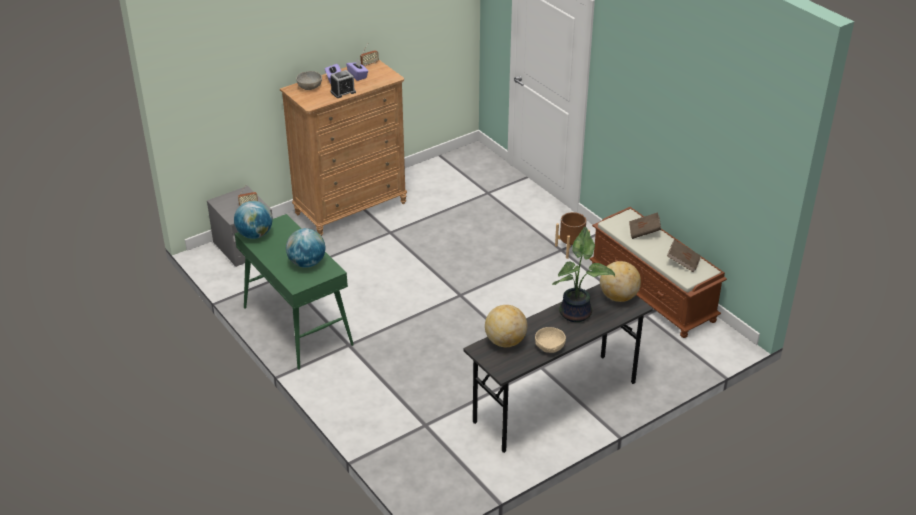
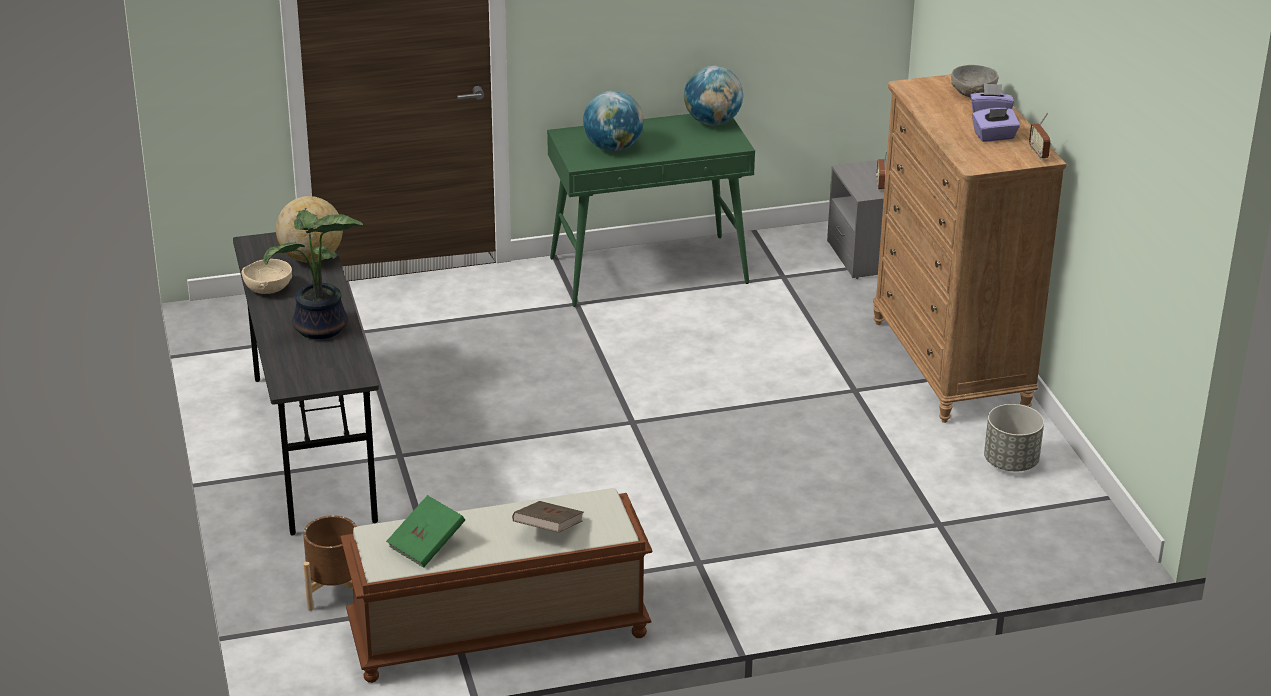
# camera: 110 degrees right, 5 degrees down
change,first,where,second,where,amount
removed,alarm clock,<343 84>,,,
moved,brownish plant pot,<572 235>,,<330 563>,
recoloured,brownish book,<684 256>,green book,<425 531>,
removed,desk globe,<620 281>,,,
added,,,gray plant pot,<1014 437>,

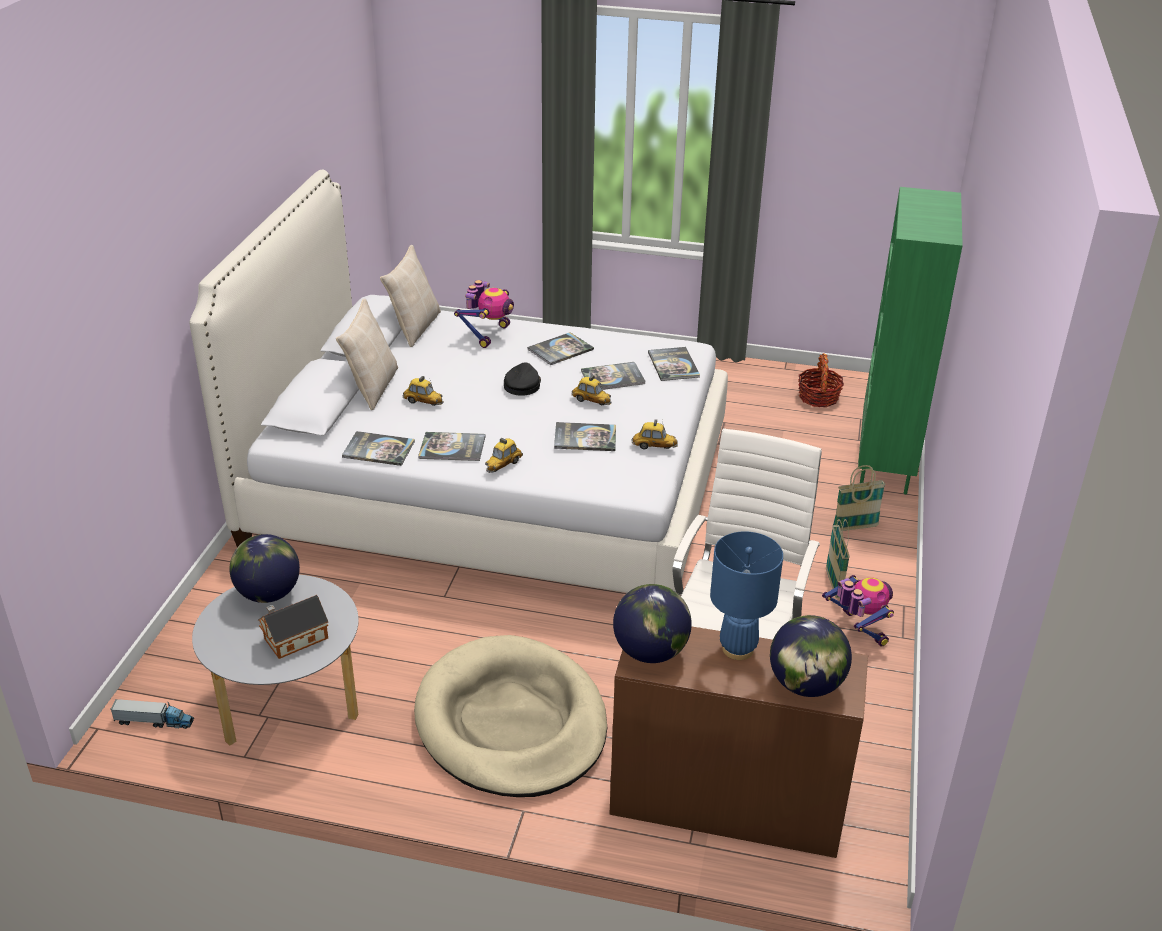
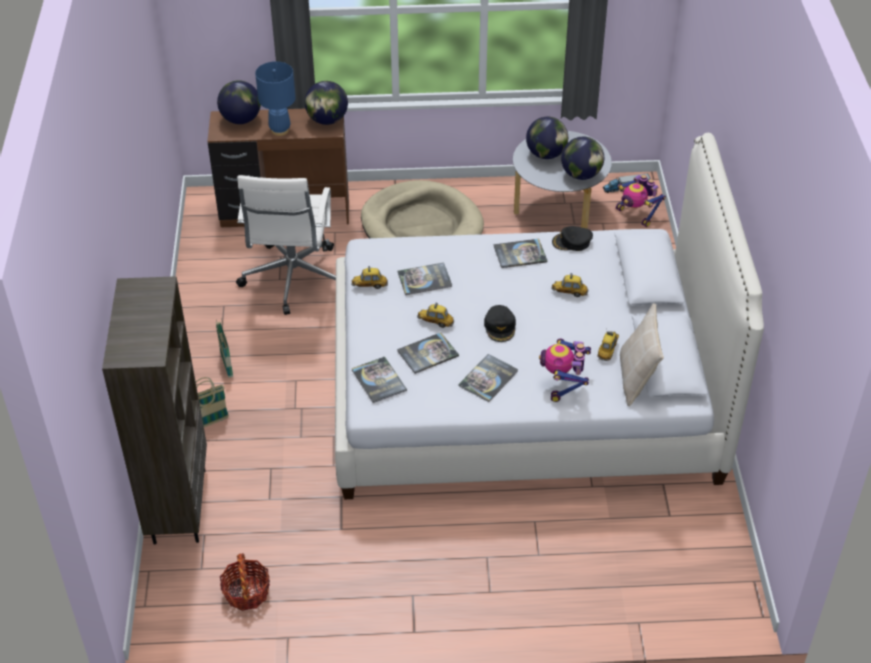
# camera: 165 degrees right, 10 degrees up
change,first,where,second,where,amount
recoloured,green bookcase,<910 340>,brownish bookcase,<154 410>,
removed,sand-coloured throw pillow,<367 354>,,,
replaced,book,<378 448>,black-coloured cap,<572 238>,
moved,toy car,<504 455>,,<608 345>,
moved,robot figure,<858 611>,,<641 201>,
replaced,model house,<293 627>,desk globe,<547 137>,

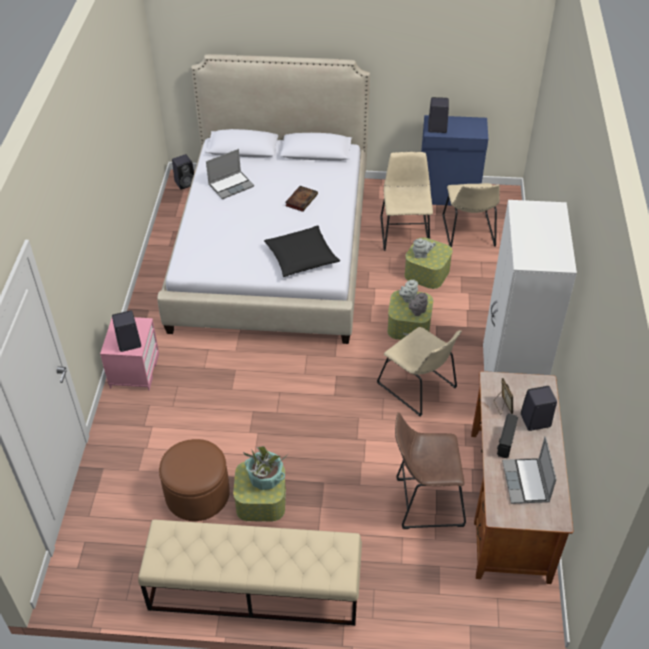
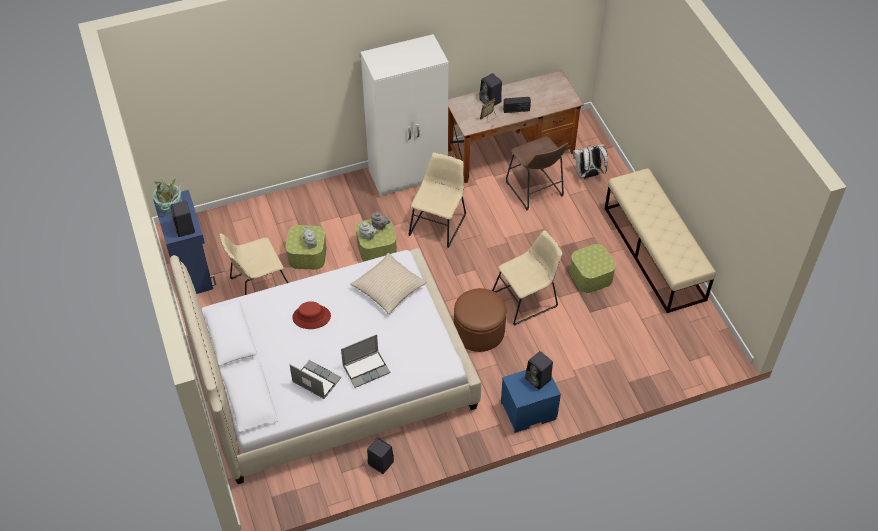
# camera: 115 degrees left, 5 degrees up
change,first,where,second,where,amount
moved,black-coloured audio speaker,<183 172>,,<380 455>,
moved,sand-coloured plain chair,<471 215>,,<527 278>,
replaced,book,<301 199>,red hat,<311 315>,
recoloured,black-coloured throw pillow,<302 251>,sand-coloured throw pillow,<388 283>,
recoloured,pinkish night table,<129 354>,blue night table,<531 401>,
moved,portable computer,<529 470>,,<365 361>,
moved,brownish footrest,<194 480>,,<480 320>,
moved,plant in a pot,<266 468>,,<167 195>,
added,,,white-coloured rucksack,<590 161>,

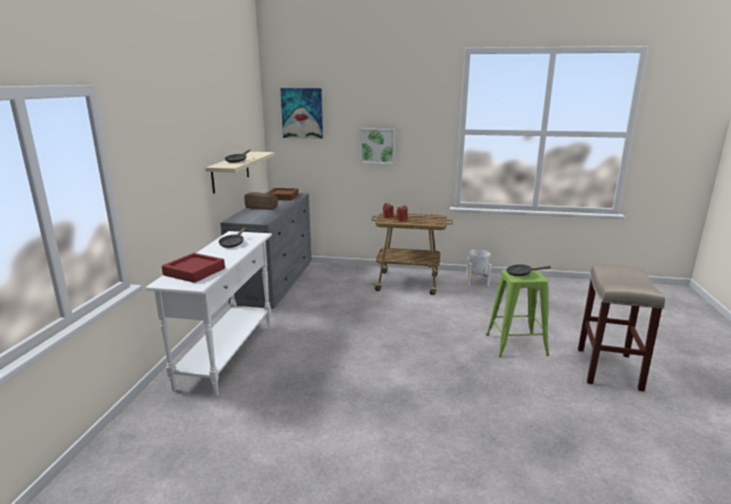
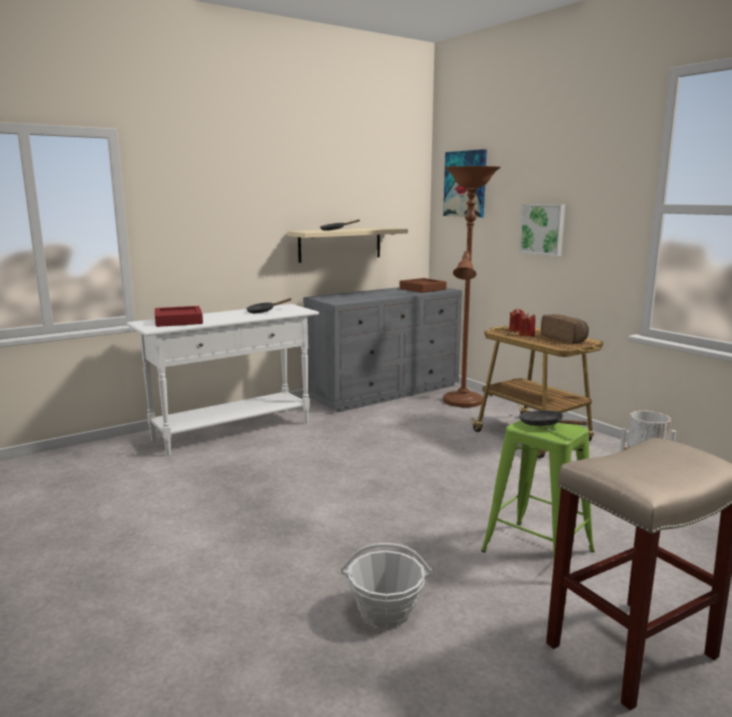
# camera: 45 degrees right, 5 degrees down
change,first,where,second,where,amount
moved,bread,<261 201>,,<565 329>,
added,,,brownish floor lamp,<472 287>,
added,,,storage basket,<386 585>,

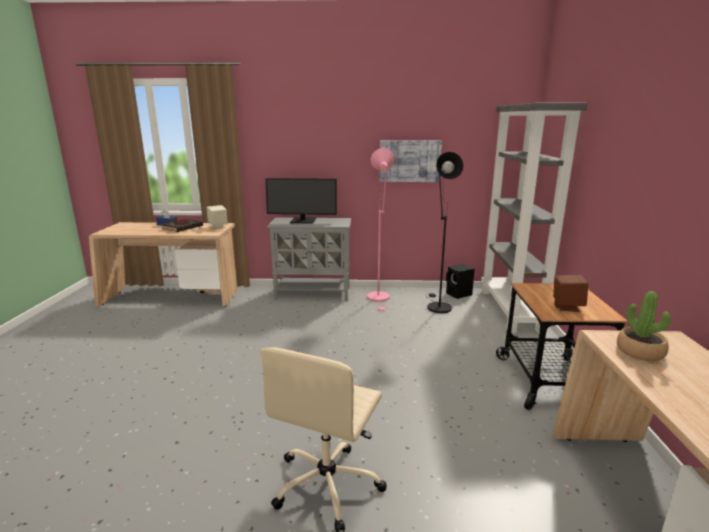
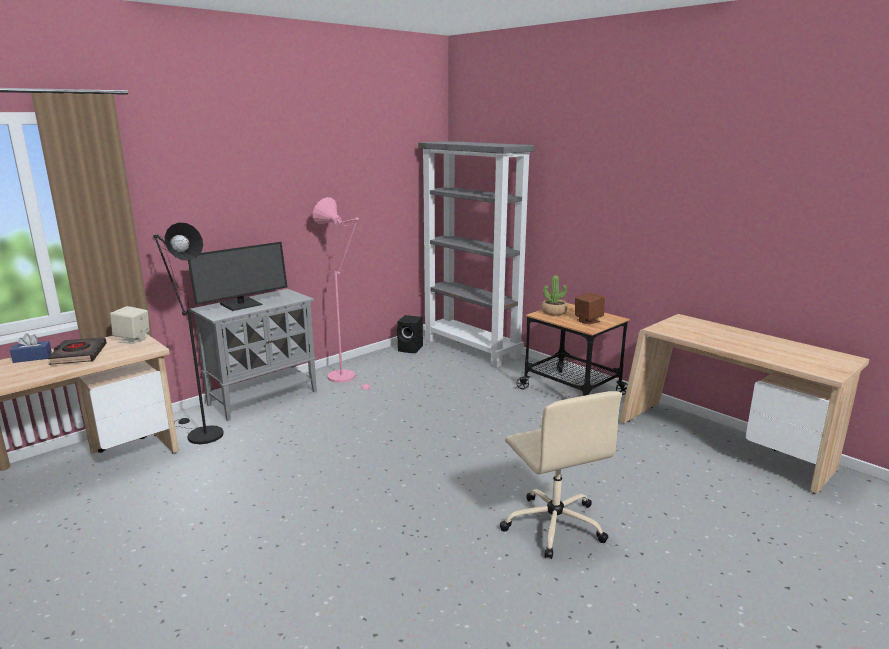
# camera: 45 degrees left, 0 degrees up
change,first,where,second,where,amount
removed,wall art,<410 161>,,,
moved,black-coloured floor lamp,<444 232>,,<188 333>,
moved,plant in a pot,<644 326>,,<555 295>,

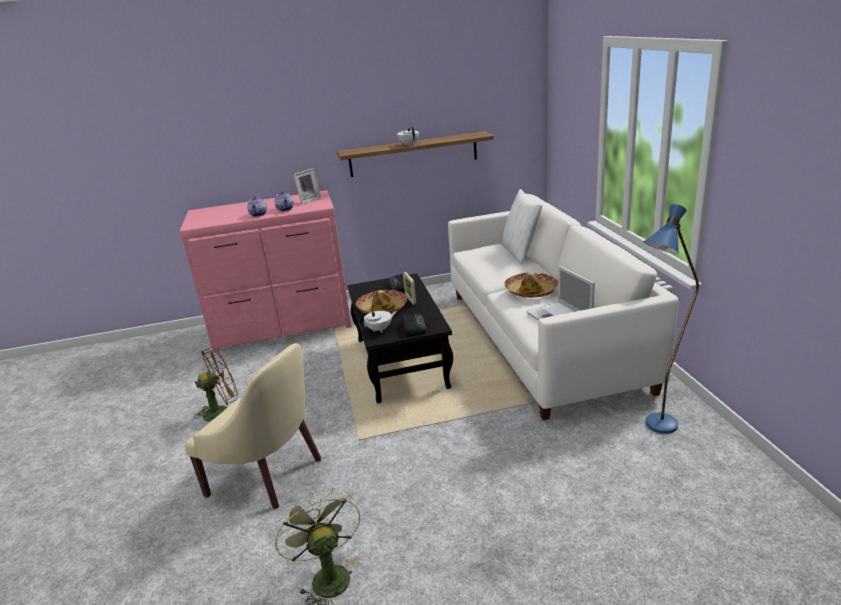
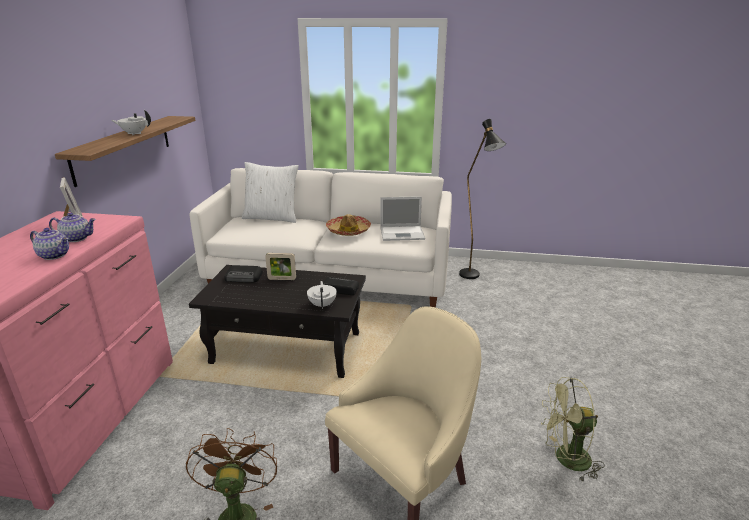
# camera: 70 degrees left, 0 degrees up
change,first,where,second,where,amount
recoloured,blue floor lamp,<671 319>,black-coloured floor lamp,<482 199>,
removed,hat,<381 302>,,,

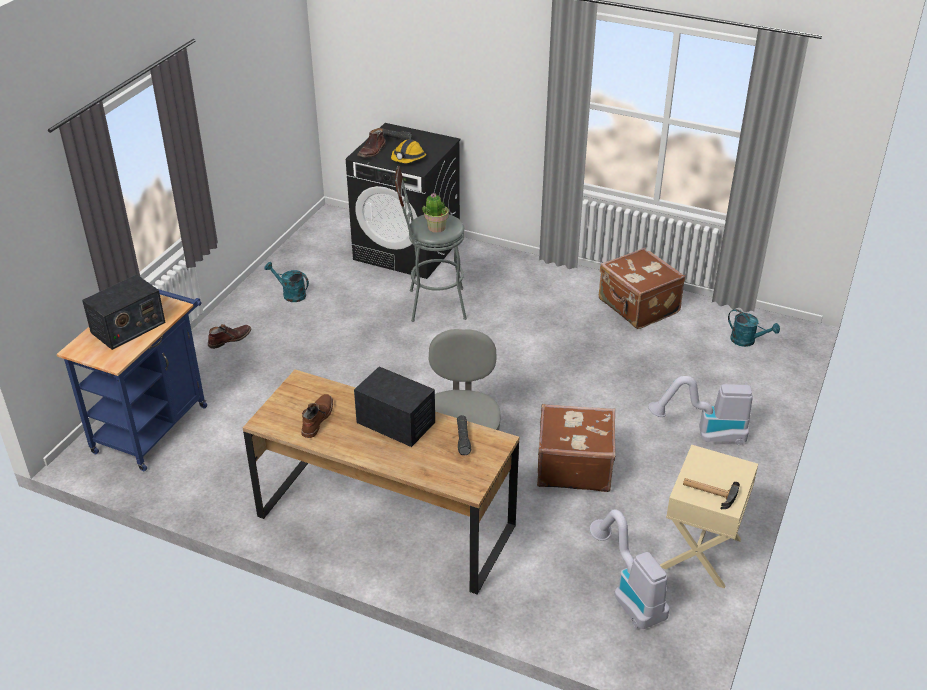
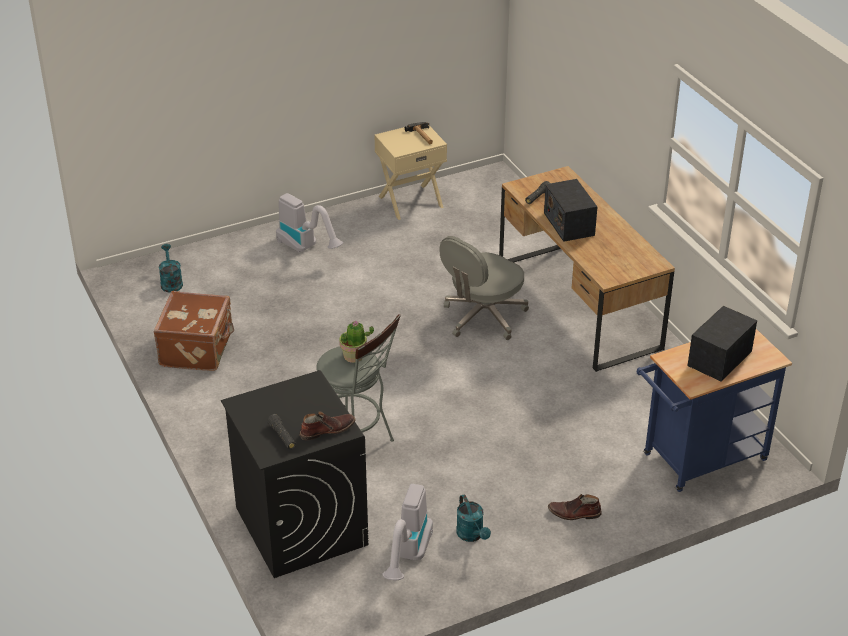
# camera: 140 degrees left, 0 degrees up
change,first,where,second,where,amount
removed,safety helmet,<408 151>,,,
turned,radio set,<124 312>,,<722 344>,45 degrees counterclockwise
removed,brownish boot,<317 416>,,,
removed,brownish travel case,<576 448>,,,
moved,hoover,<630 569>,,<408 532>,

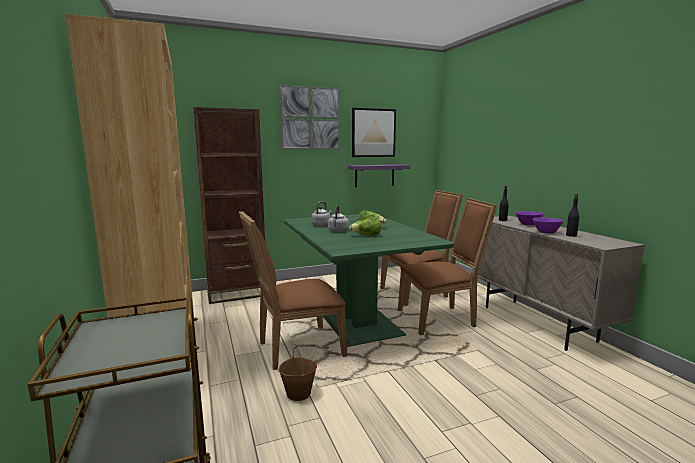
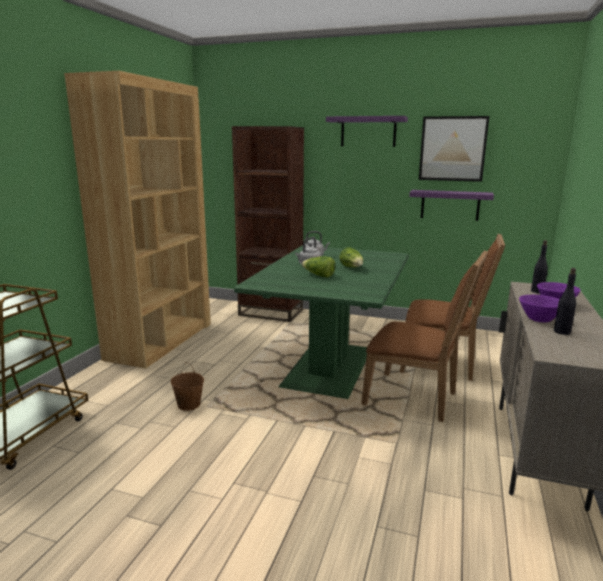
# camera: 40 degrees right, 5 degrees up
change,first,where,second,where,amount
replaced,wall art,<310 117>,purplish shelf,<367 131>,
removed,brownish plain chair,<293 290>,,,

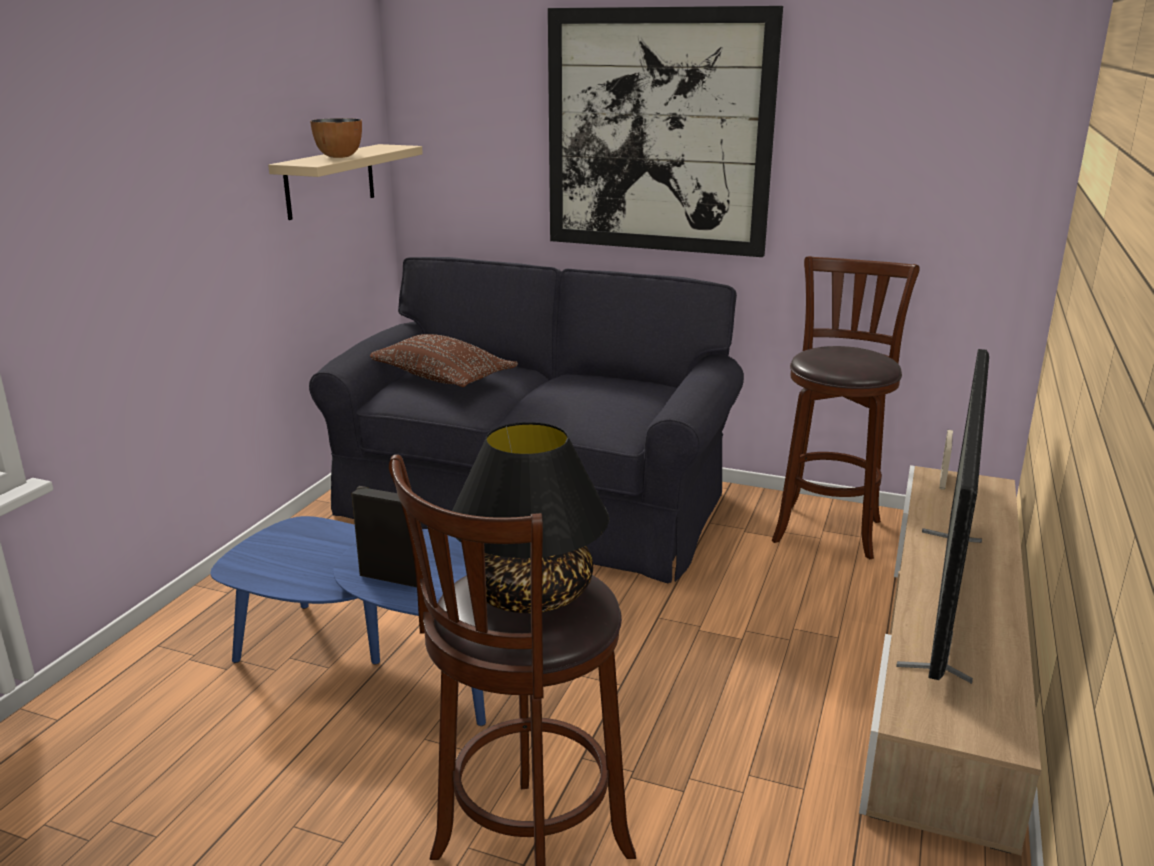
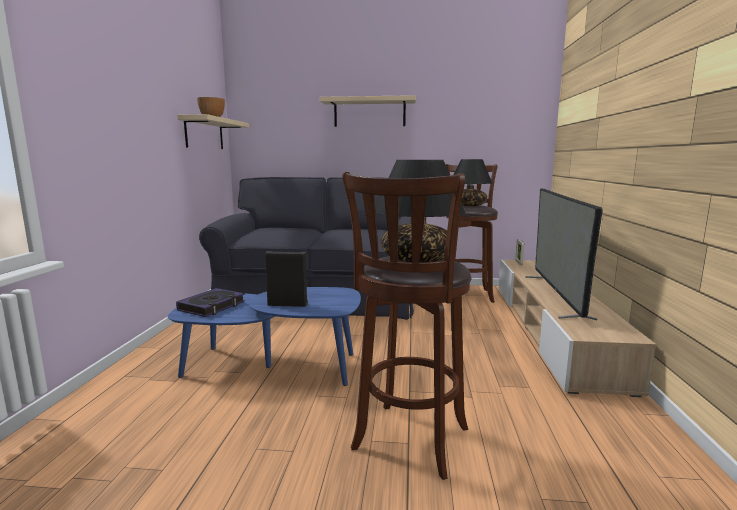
# camera: 15 degrees left, 10 degrees down
change,first,where,second,where,amount
replaced,wall art,<665 131>,sand-coloured shelf,<368 111>,
removed,brownish throw pillow,<444 360>,,,
added,,,black-coloured lamp for a table,<472 182>,
added,,,book,<210 302>,

